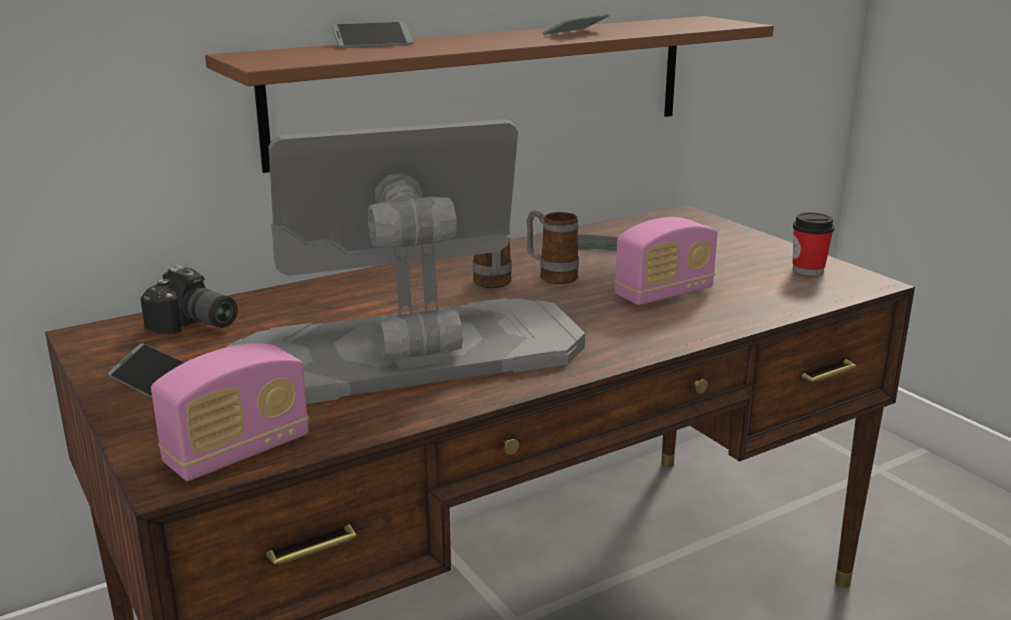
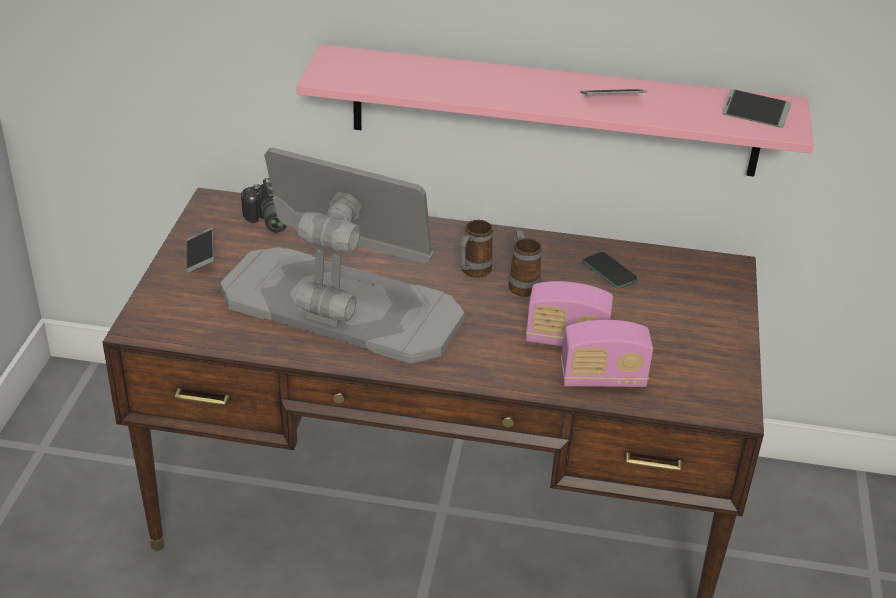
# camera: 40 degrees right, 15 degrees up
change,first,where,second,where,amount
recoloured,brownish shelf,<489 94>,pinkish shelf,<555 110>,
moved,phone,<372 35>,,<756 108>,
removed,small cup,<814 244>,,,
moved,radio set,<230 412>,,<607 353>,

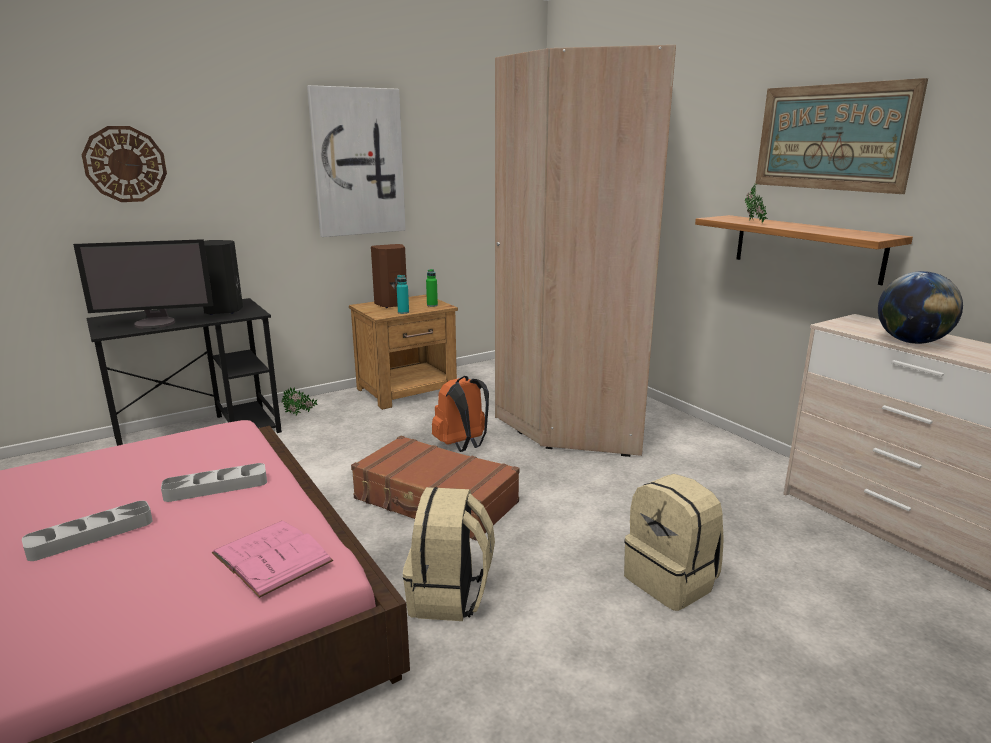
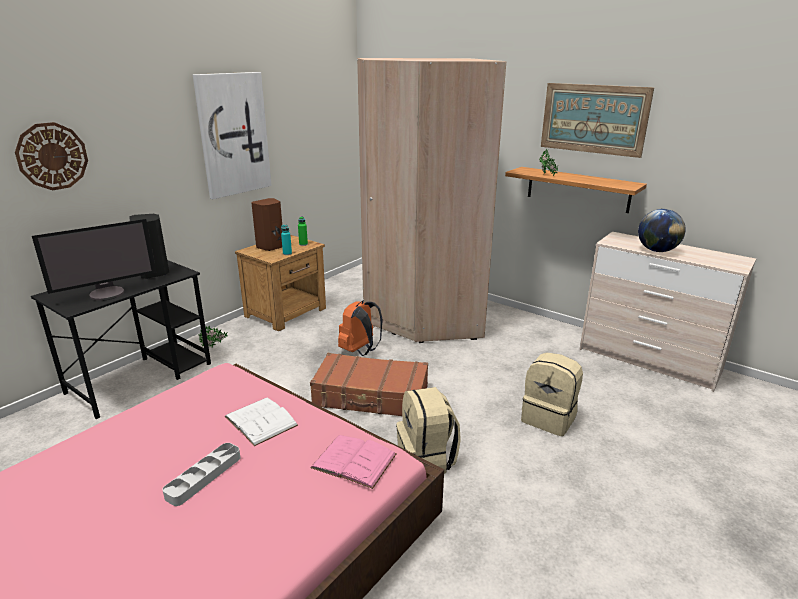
# camera: 20 degrees left, 5 degrees up
change,first,where,second,where,amount
replaced,gray tray,<214 482>,white-coloured book,<261 421>,

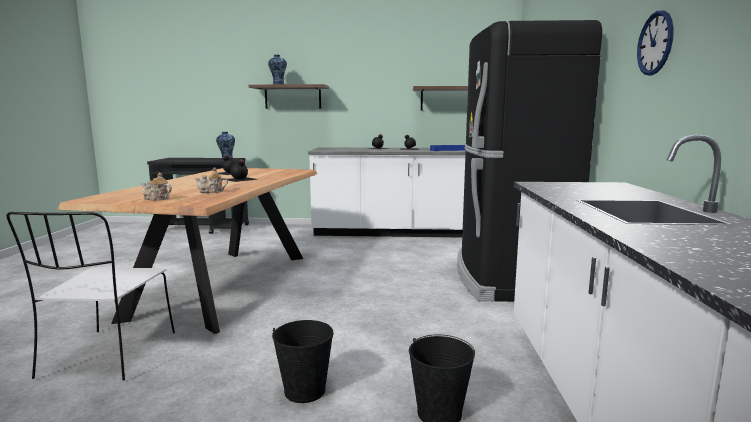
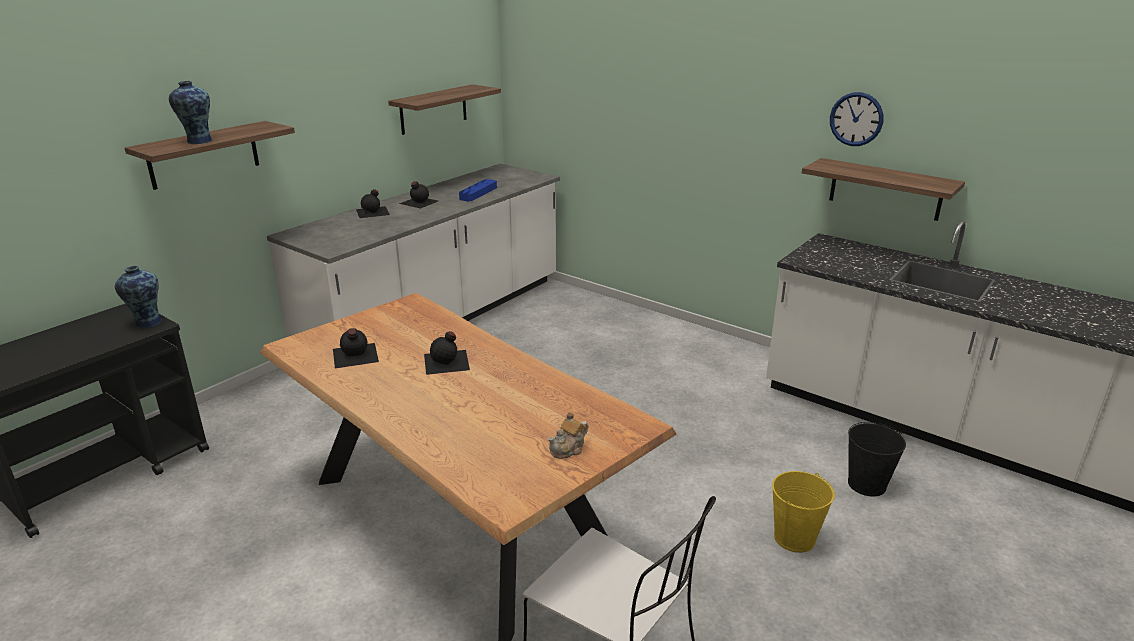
# camera: 55 degrees left, 15 degrees up
change,first,where,second,where,amount
removed,black-coloured kitchen fridge,<529 161>,,,
removed,teapot,<211 180>,,,
recoloured,black-coloured water bucket,<303 361>,yellowish water bucket,<803 512>,
added,,,shelf,<883 189>,

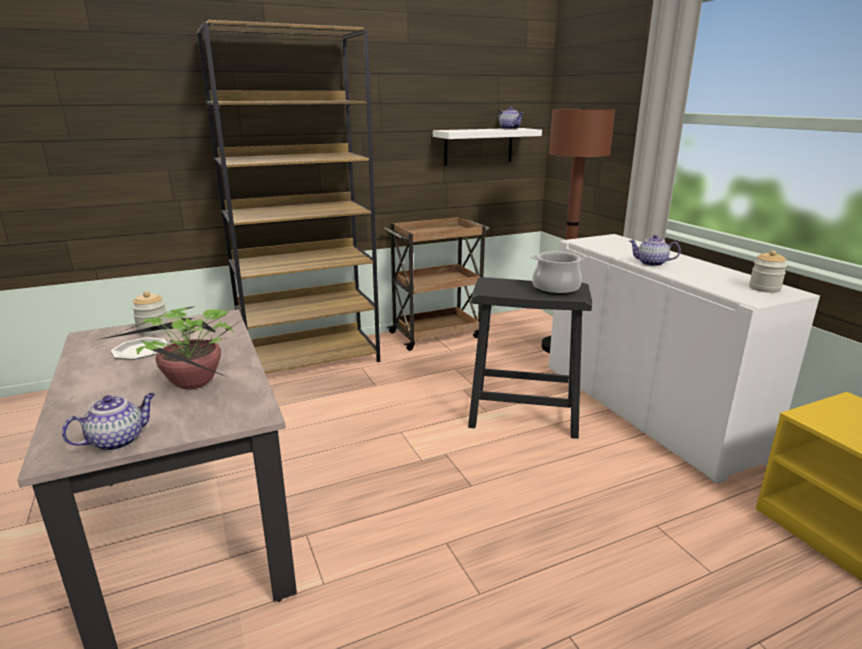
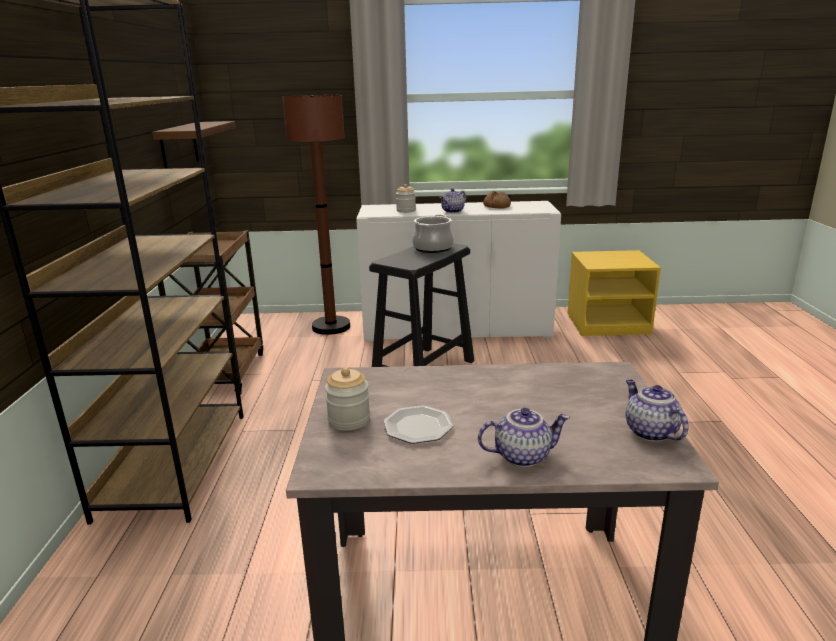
# camera: 65 degrees left, 0 degrees up
change,first,where,second,where,amount
moved,teapot,<510 118>,,<524 437>,
recoloured,white-coloured shelf,<487 147>,brownish shelf,<194 145>,
moved,jar,<768 271>,,<406 198>,
removed,plant in a pot,<171 348>,,,
added,,,bread,<497 200>,

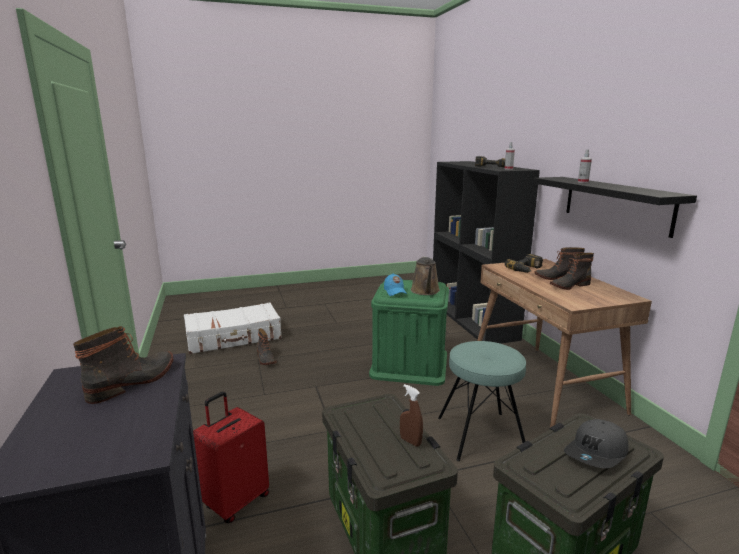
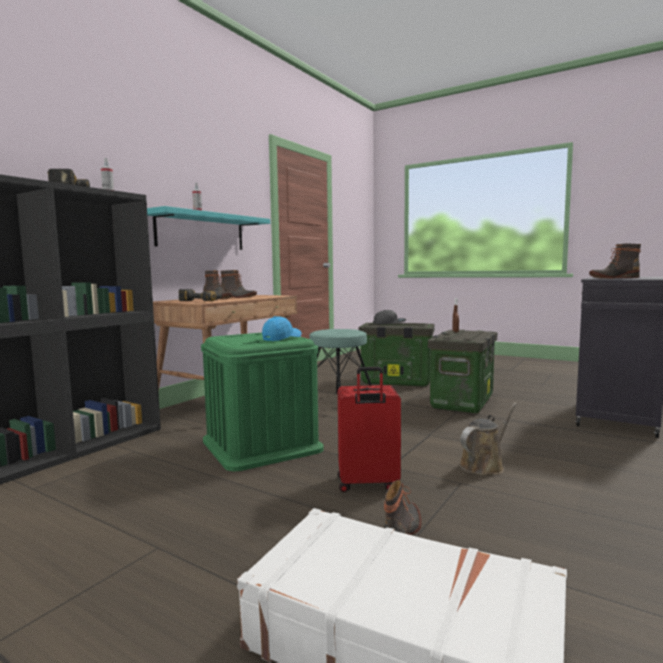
# camera: 130 degrees left, 10 degrees down
change,first,where,second,where,amount
recoloured,black-coloured shelf,<615 207>,turquoise shelf,<208 228>,
moved,brownish watering can,<425 275>,,<488 438>,
moved,red travel case,<231 457>,,<369 429>,

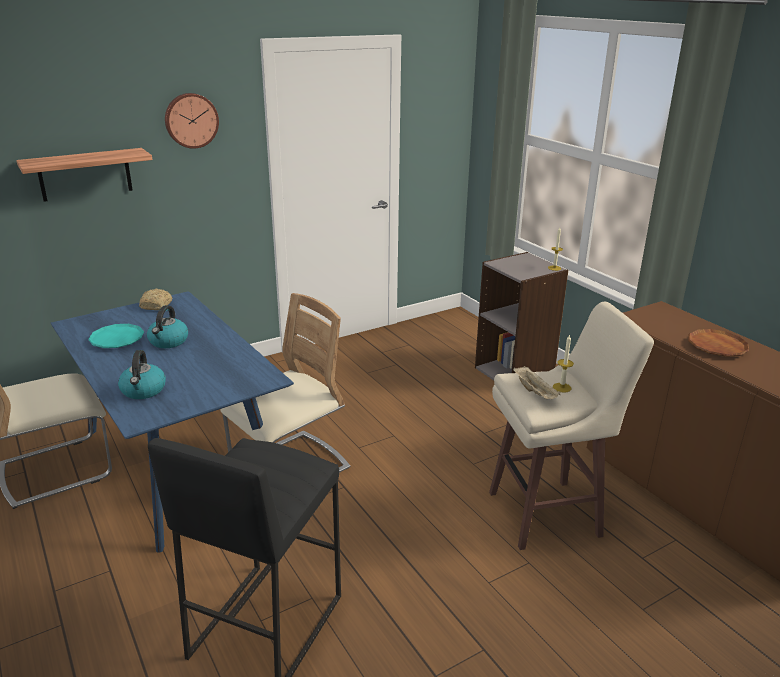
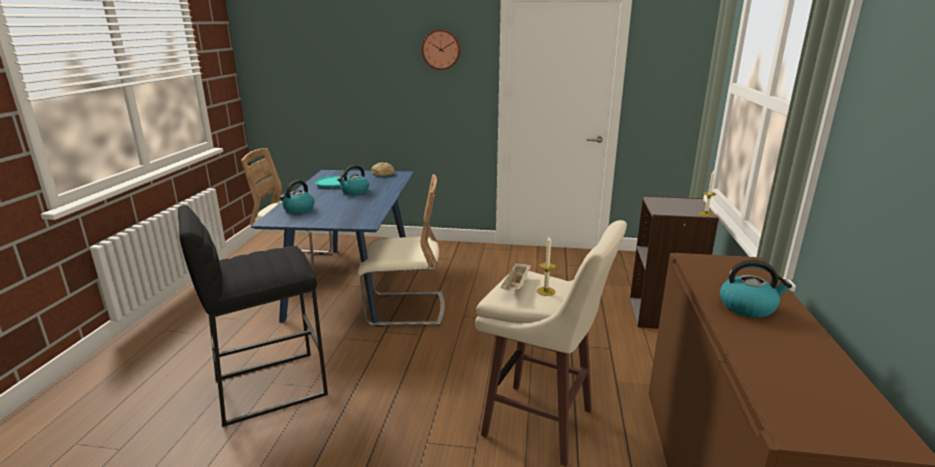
# camera: 40 degrees right, 5 degrees down
change,first,where,second,where,amount
removed,shelf,<84 175>,,,
replaced,brownish plate,<718 343>,tea kettle,<756 289>,

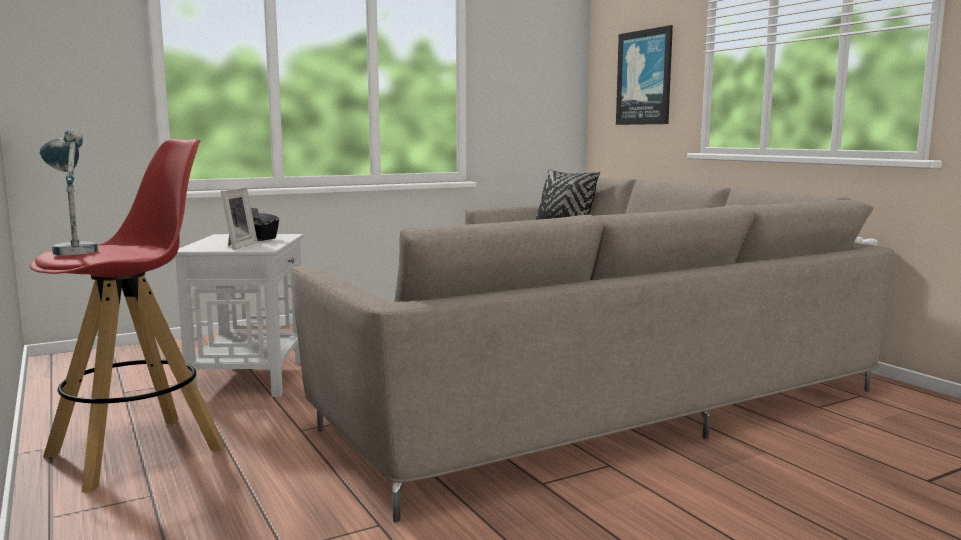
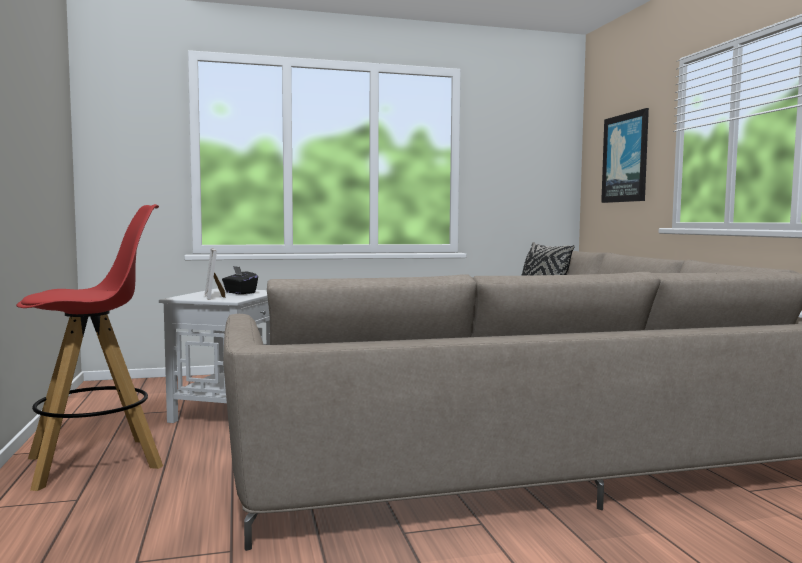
# camera: 15 degrees right, 5 degrees down
change,first,where,second,where,amount
removed,lamp for a table,<69 192>,,,
turned,picture frame,<239 218>,,<215 274>,135 degrees clockwise

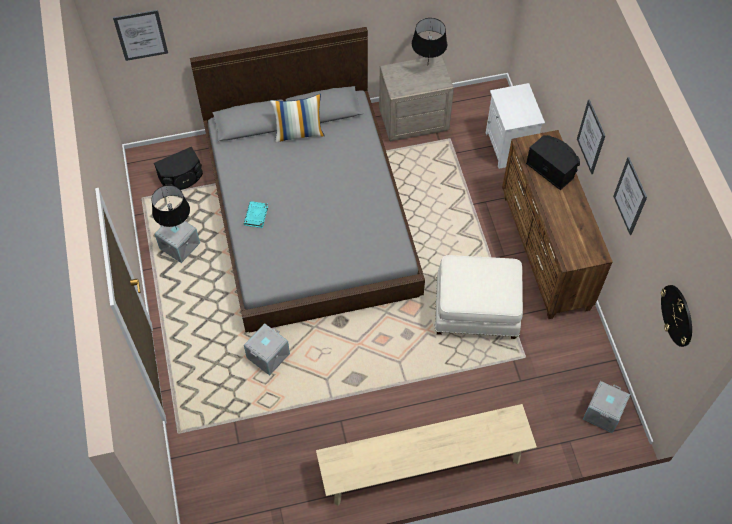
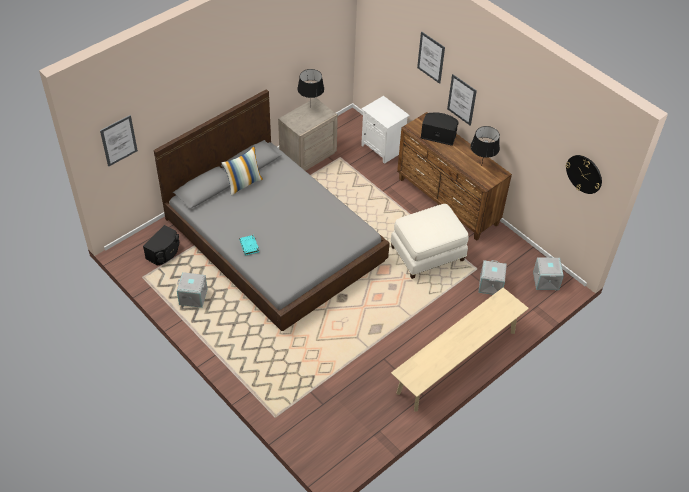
# camera: 30 degrees left, 10 degrees down
change,first,where,second,where,amount
moved,wall art,<630 196>,,<431 58>,
moved,black-coloured lamp for a table,<171 207>,,<485 144>,
moved,gray storage bin,<267 349>,,<492 277>,

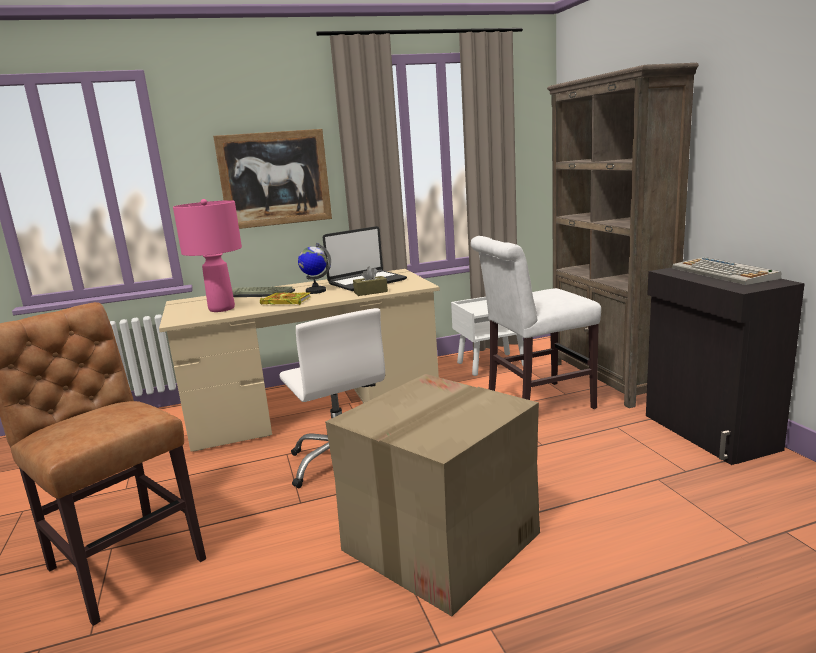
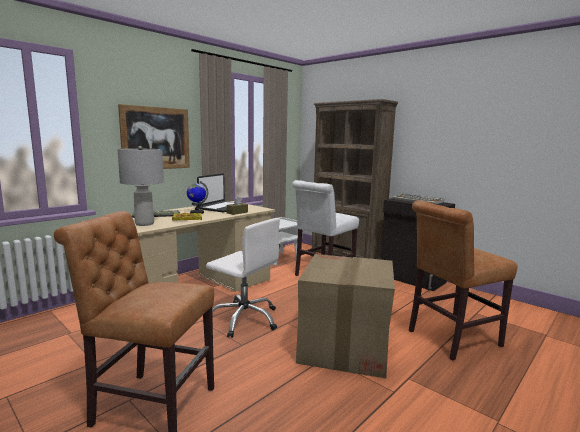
# camera: 30 degrees left, 5 degrees down
change,first,where,second,where,amount
recoloured,pinkish lamp for a table,<207 255>,gray lamp for a table,<140 186>,
added,,,brownish plain chair,<463 280>,

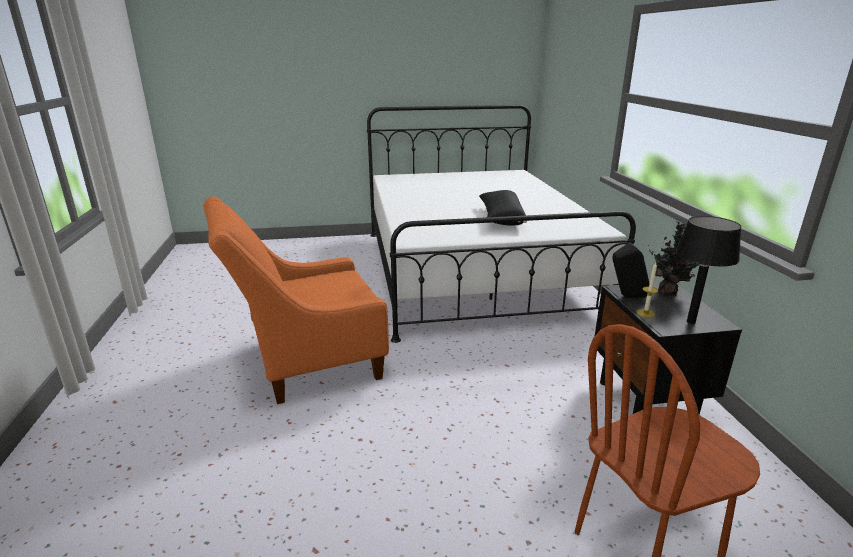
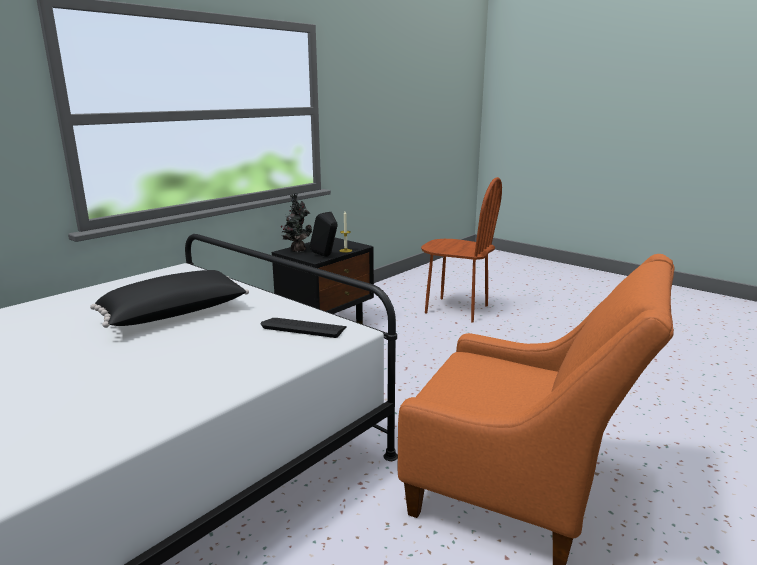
# camera: 130 degrees left, 5 degrees down
change,first,where,second,where,amount
removed,black-coloured lamp for a table,<708 270>,,,
added,,,PC keyboard,<304 328>,

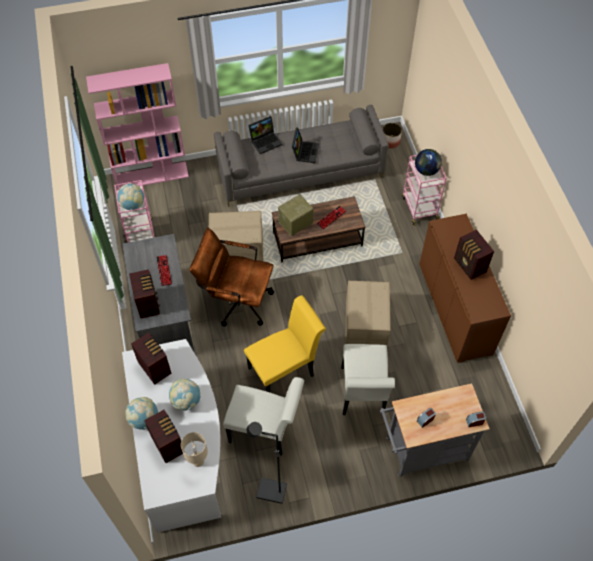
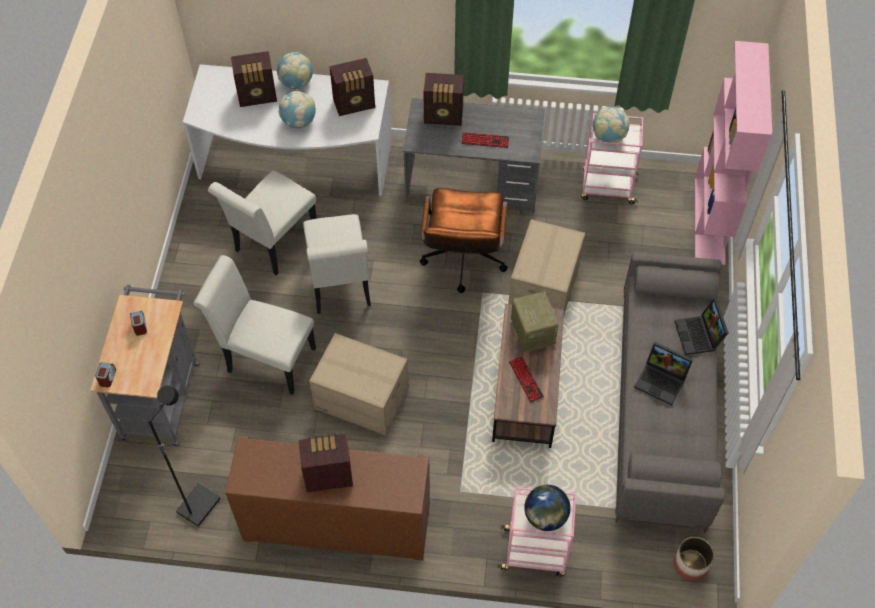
# camera: 110 degrees right, 0 degrees up
change,first,where,second,where,amount
turned,brownish computer chair,<232 277>,,<464 240>,150 degrees clockwise
recoloured,yellowish plain chair,<285 343>,white-coloured plain chair,<337 264>,
moved,black-coloured floor lamp,<266 463>,,<184 456>,
removed,sand-coloured lamp for a table,<194 449>,,,

